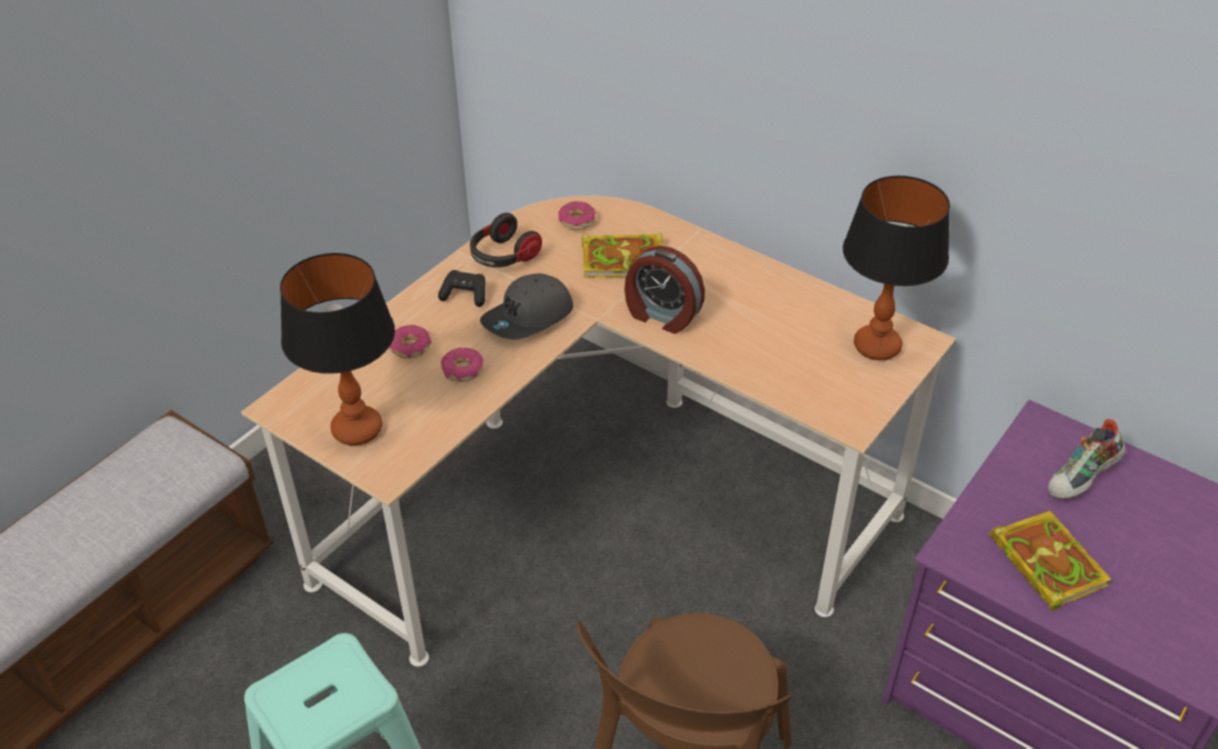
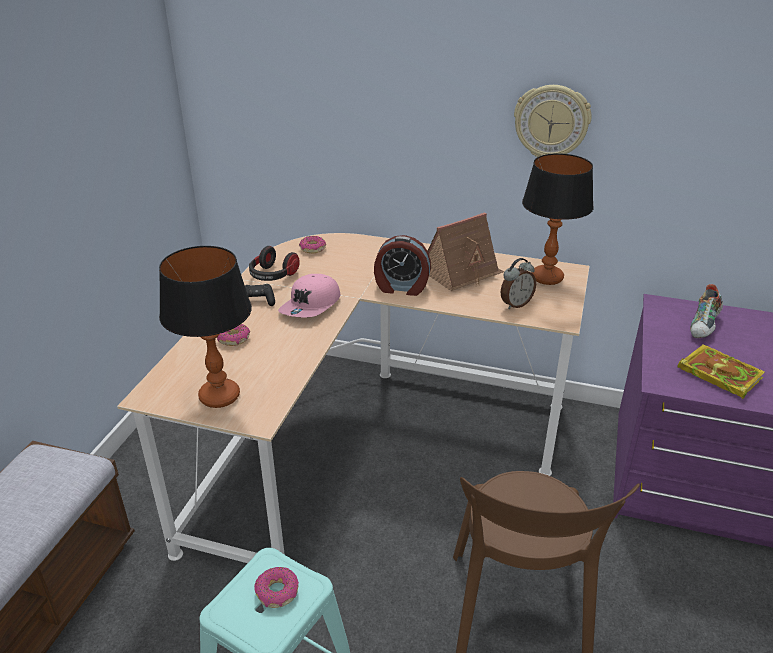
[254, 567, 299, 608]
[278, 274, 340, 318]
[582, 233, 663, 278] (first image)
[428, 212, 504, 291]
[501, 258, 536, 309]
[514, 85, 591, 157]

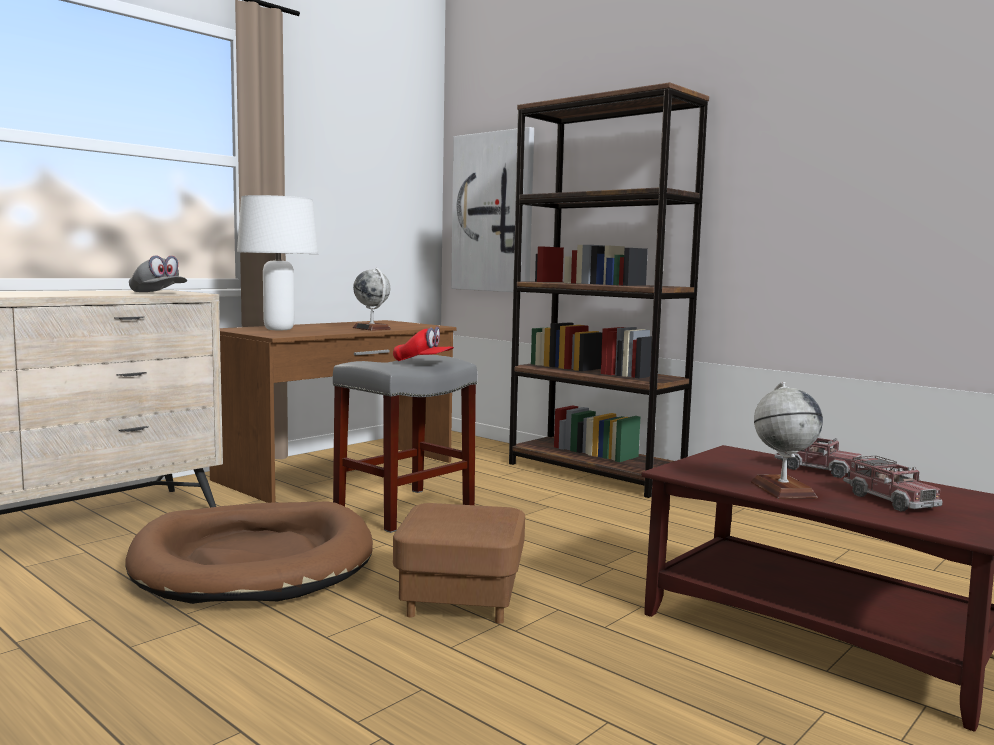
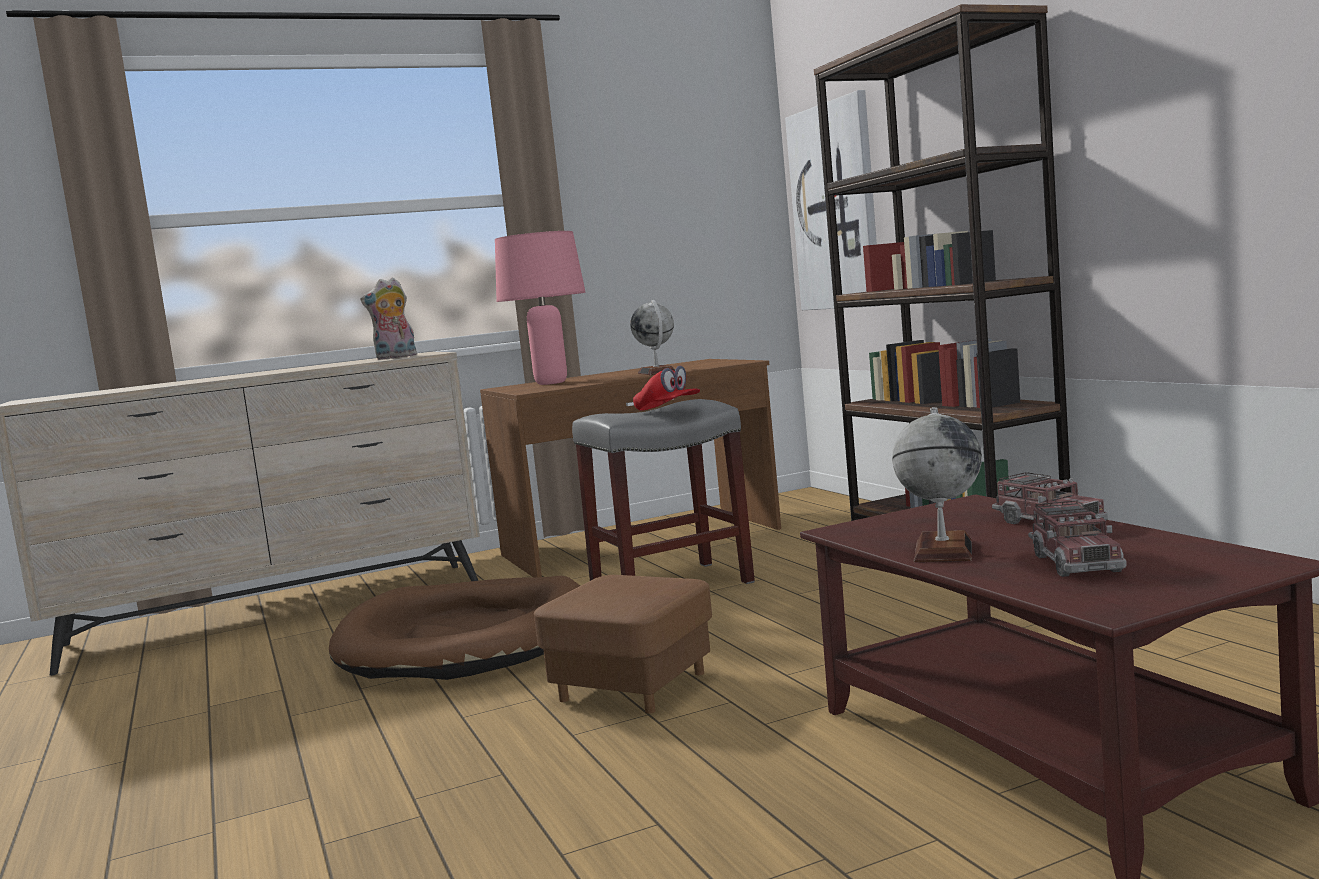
[360, 277, 417, 360]
[495, 231, 586, 385]

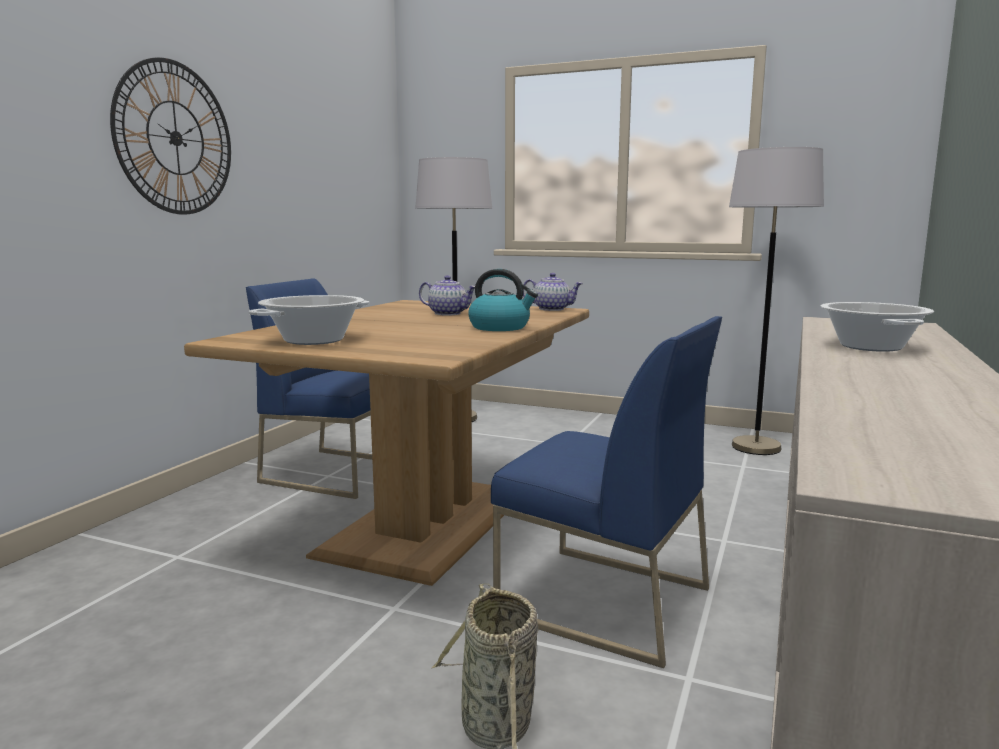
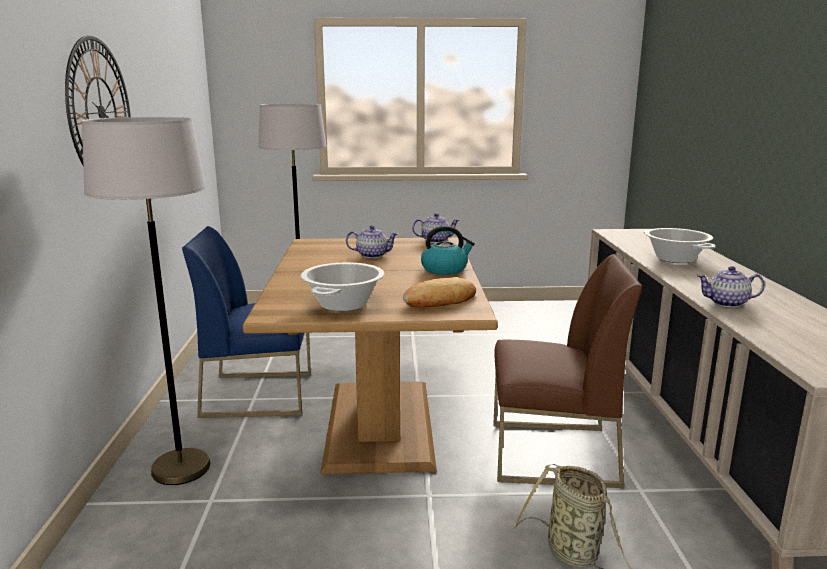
[493, 254, 642, 488]
[82, 117, 210, 485]
[403, 277, 476, 308]
[697, 266, 765, 308]

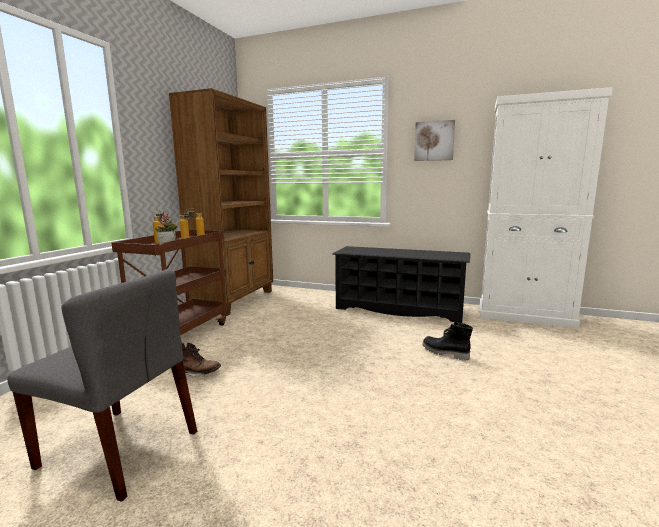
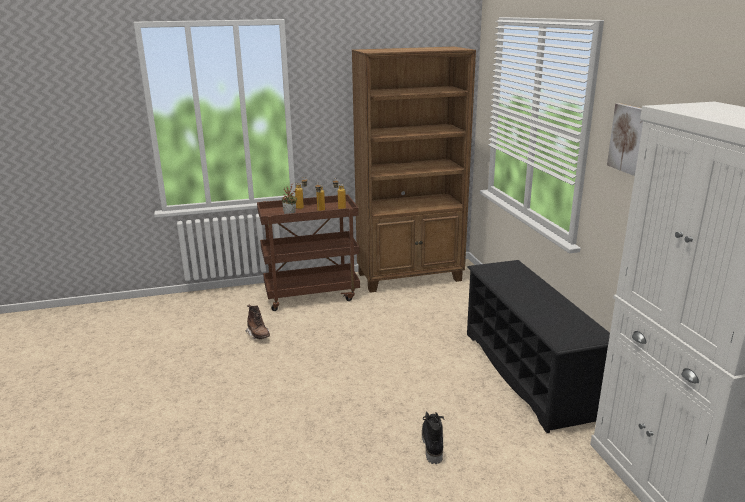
[7, 269, 197, 502] (first image)

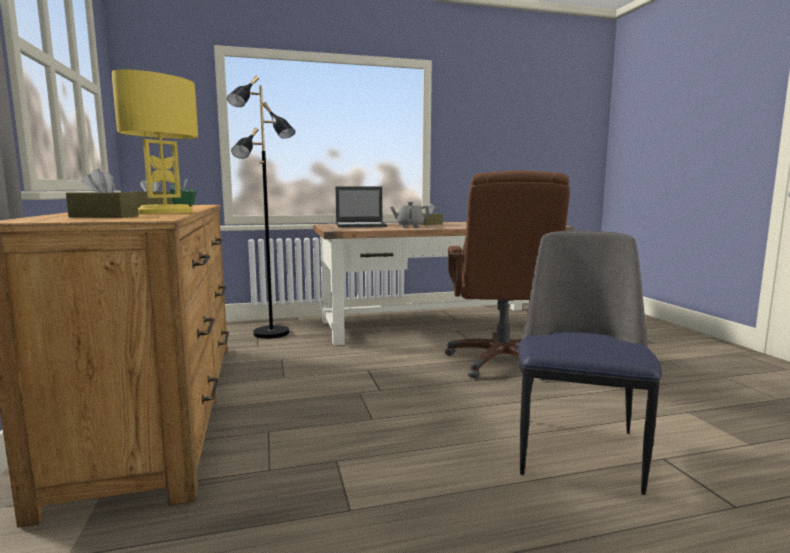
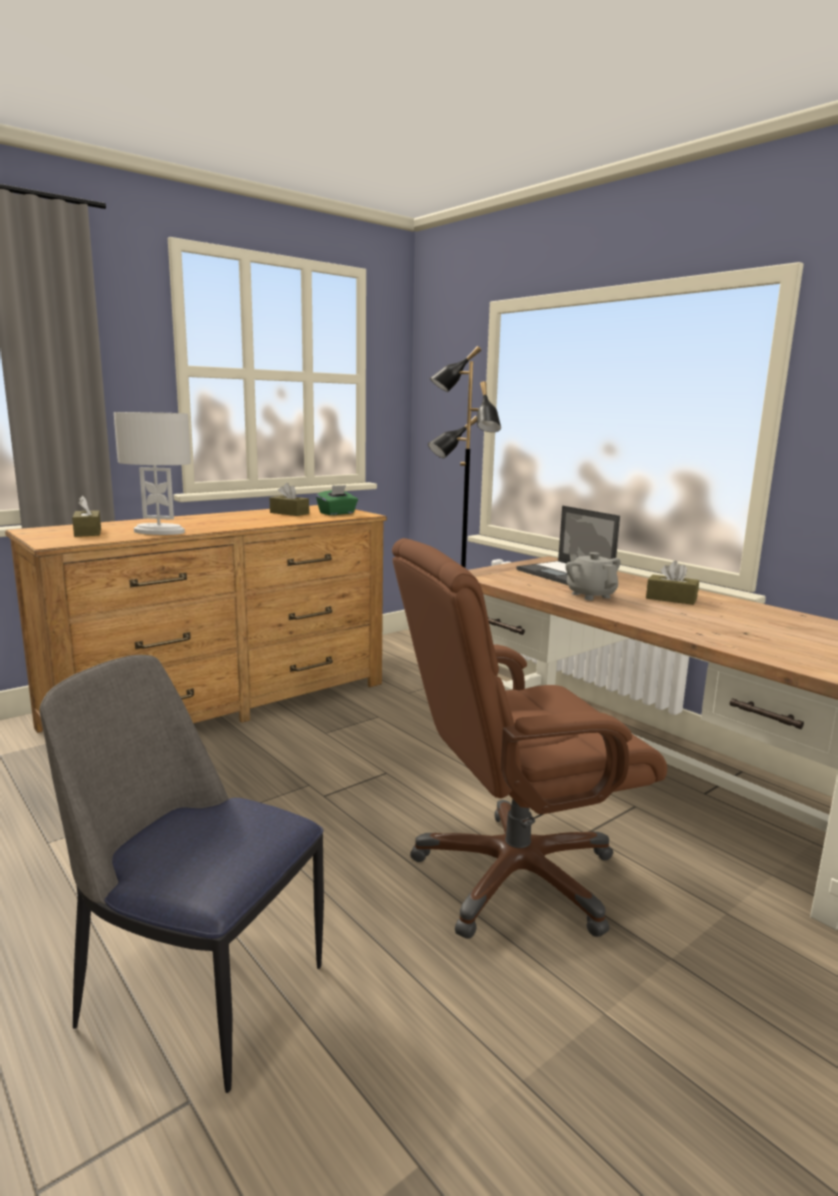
[114, 412, 191, 535]
[40, 655, 324, 1093]

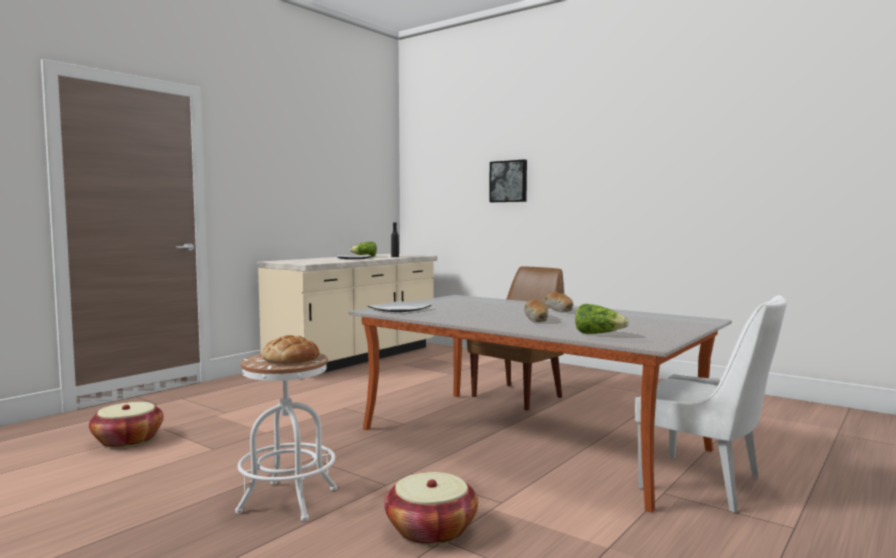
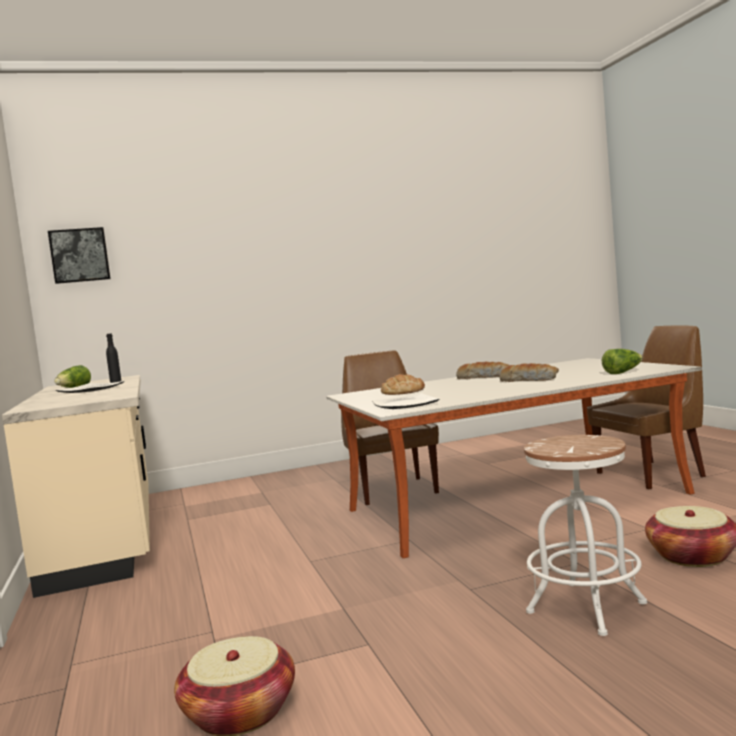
[381, 374, 425, 395]
[48, 227, 111, 284]
[587, 326, 706, 490]

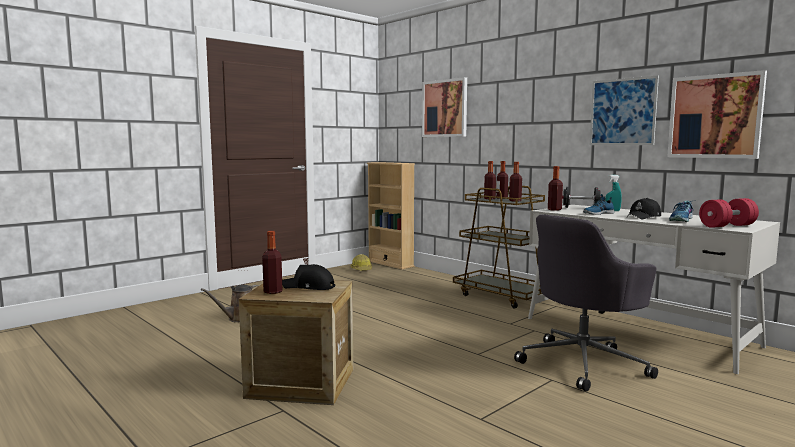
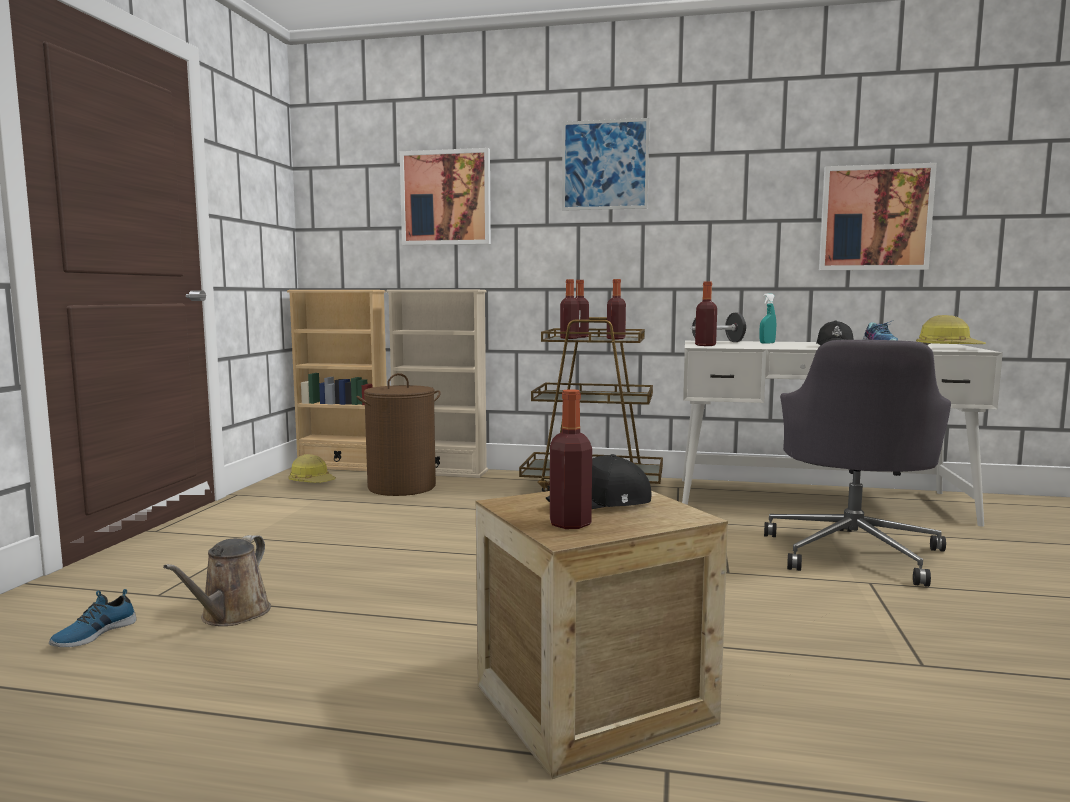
[49, 589, 136, 647]
[562, 118, 650, 211]
[916, 315, 986, 345]
[357, 373, 441, 496]
[386, 290, 488, 478]

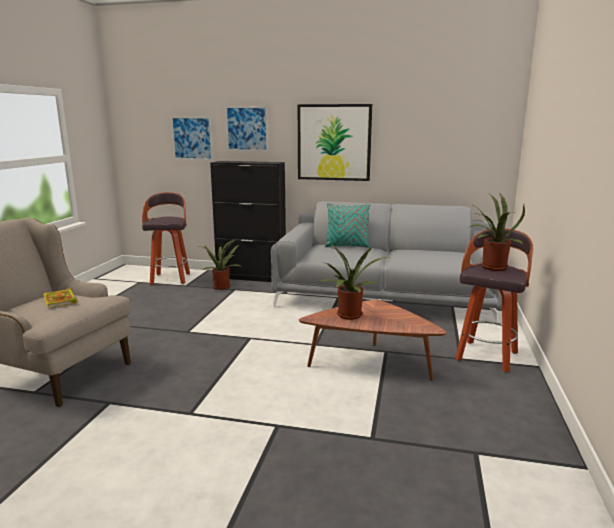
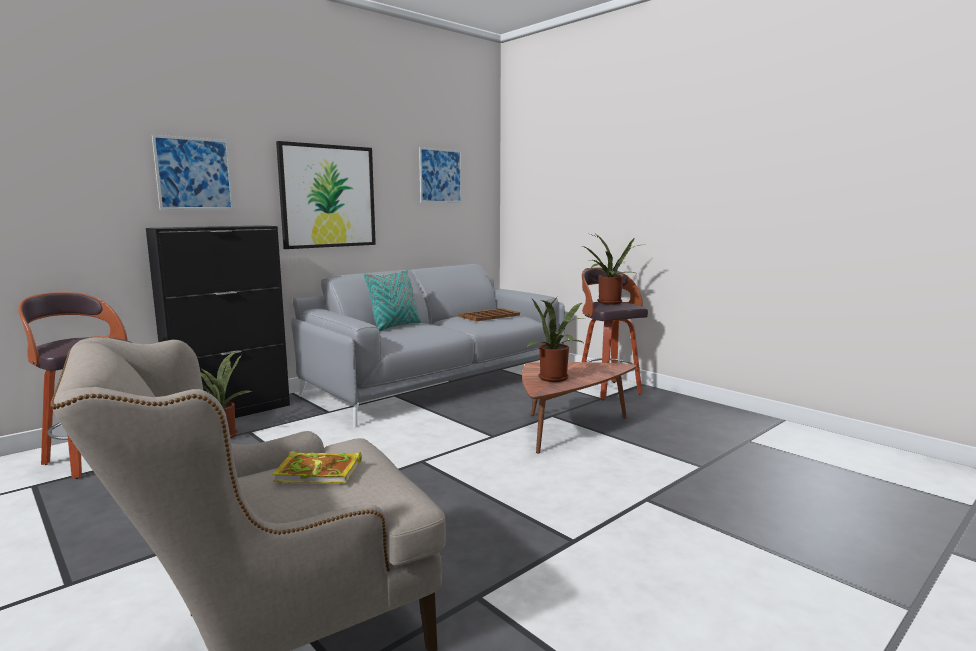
[419, 147, 462, 203]
[458, 308, 520, 321]

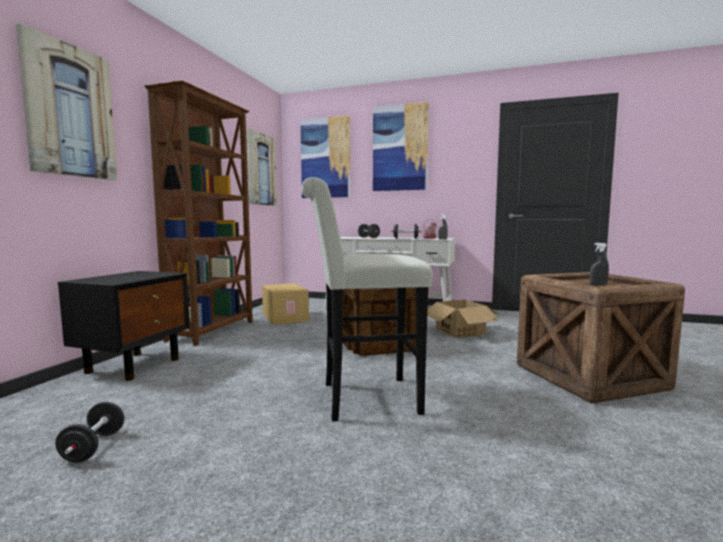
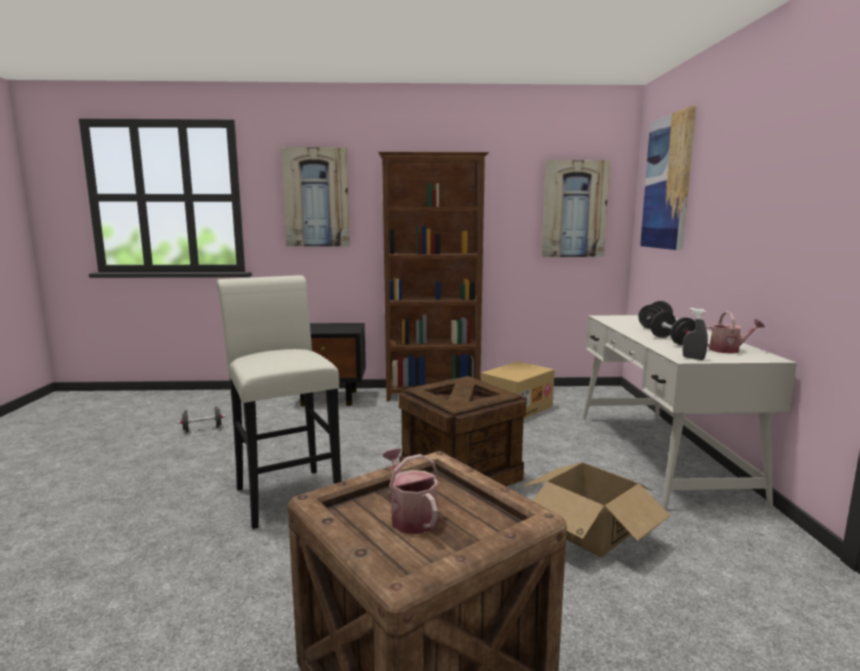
[373, 102, 429, 191] (first image)
[383, 449, 439, 534]

